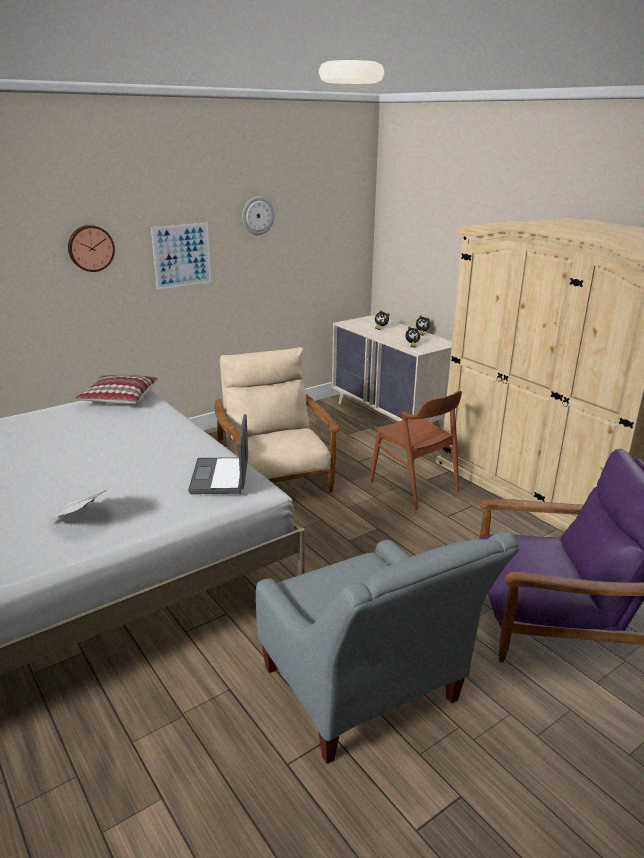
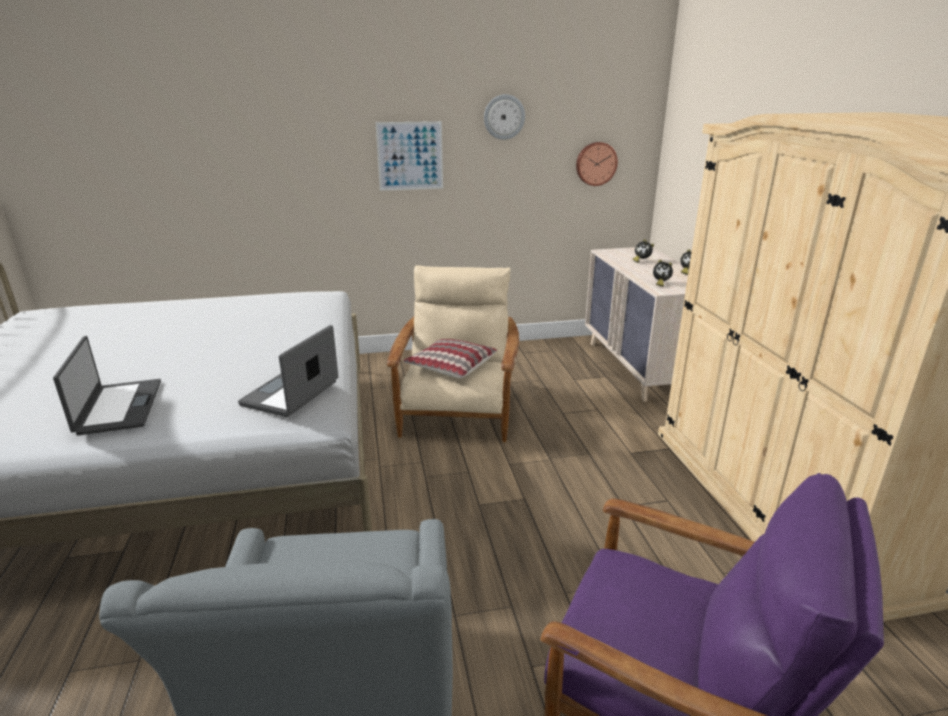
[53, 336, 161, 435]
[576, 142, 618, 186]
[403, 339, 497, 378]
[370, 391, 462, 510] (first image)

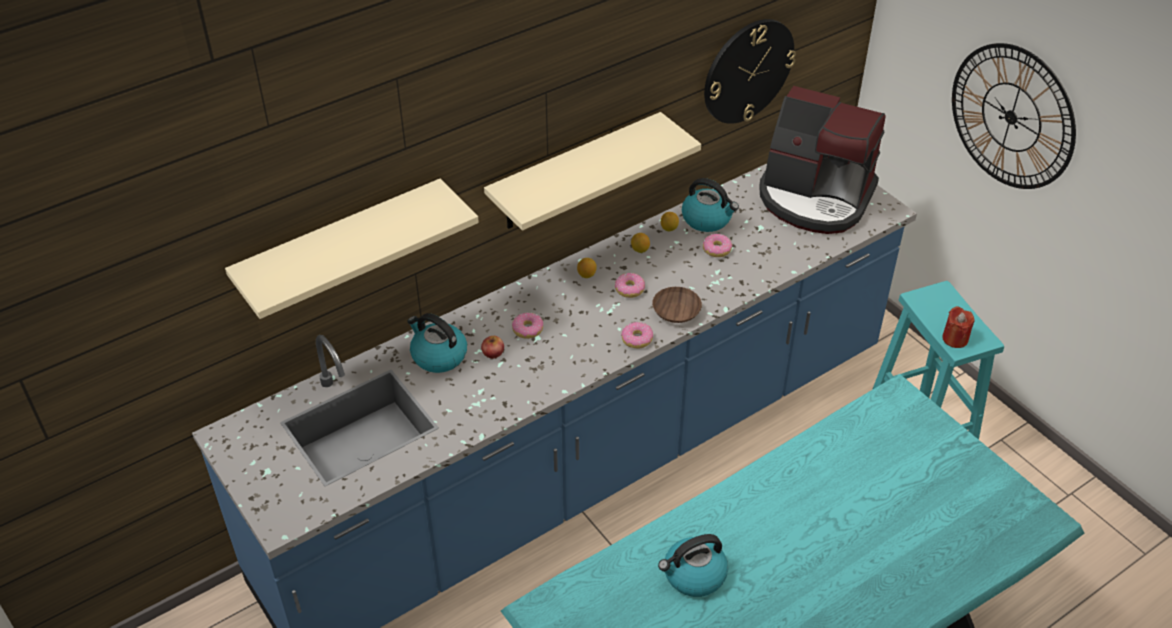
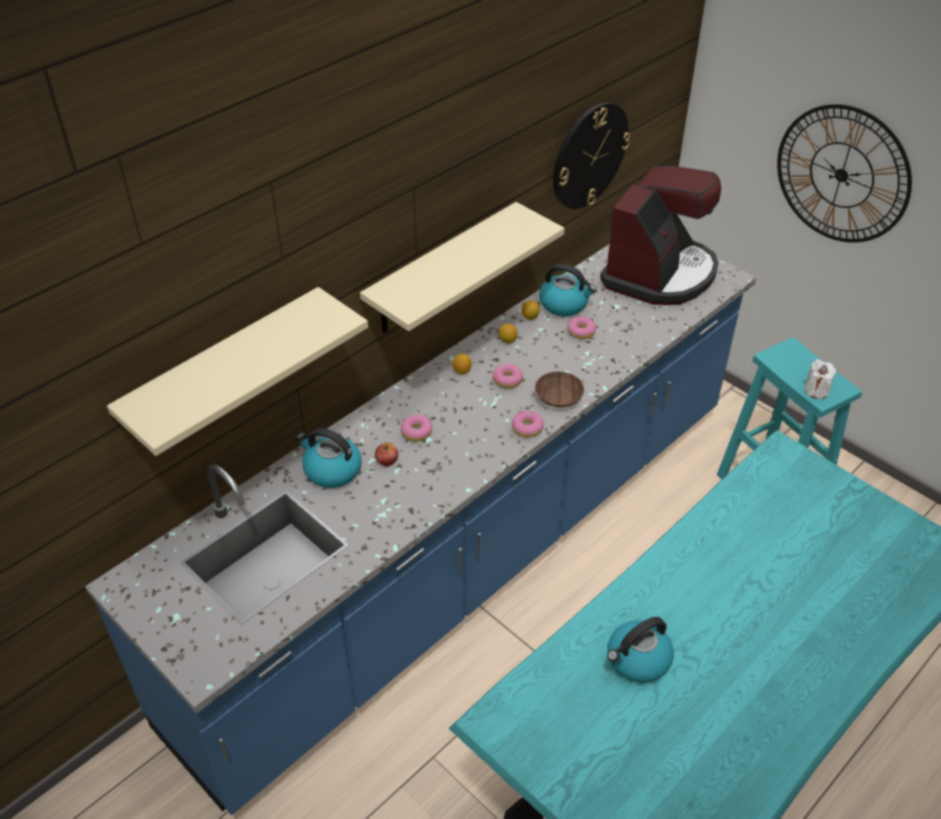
[600, 166, 721, 305]
[804, 359, 836, 399]

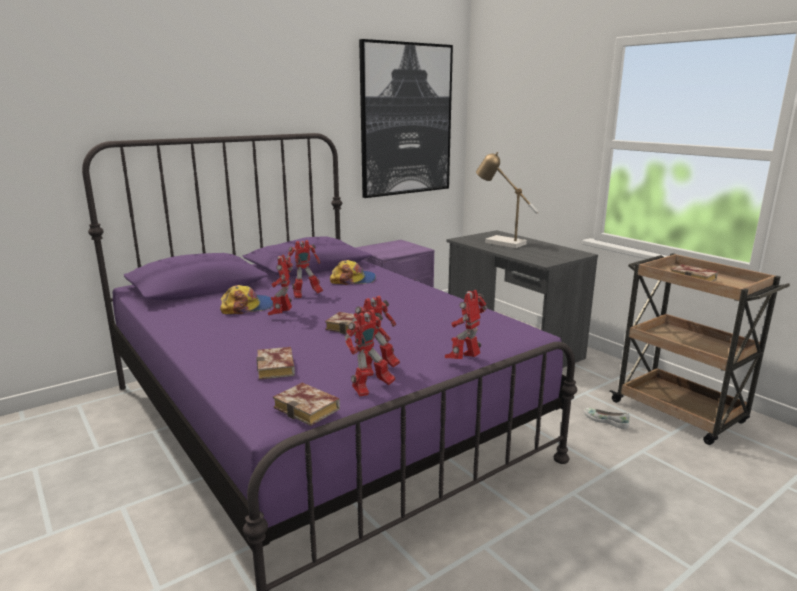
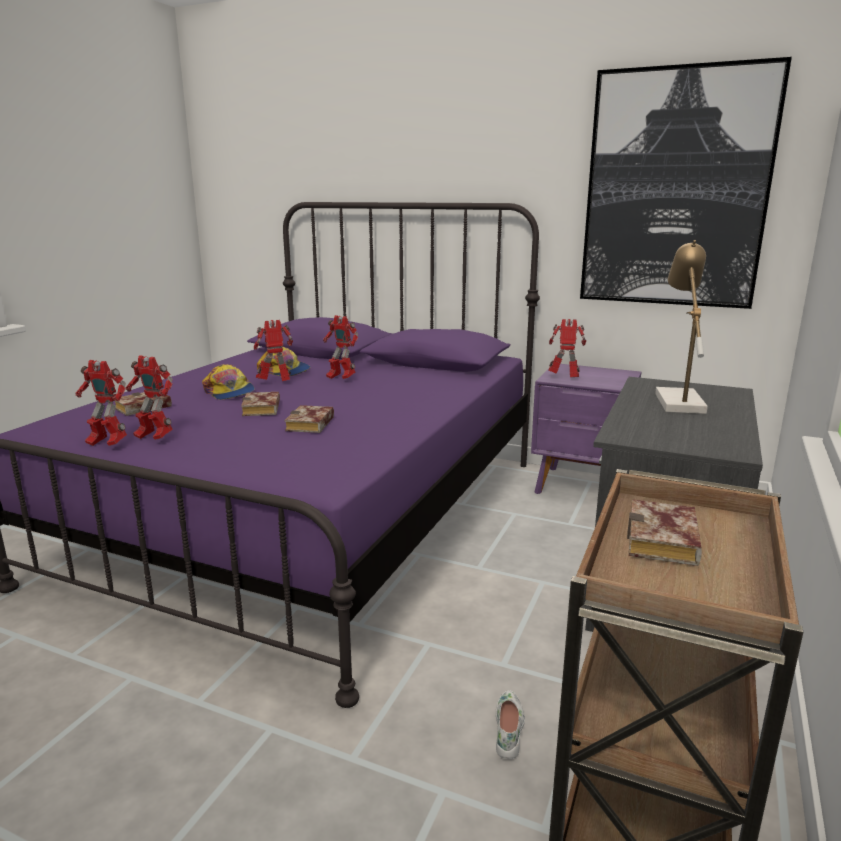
[284, 405, 334, 433]
[202, 364, 255, 400]
[549, 319, 586, 377]

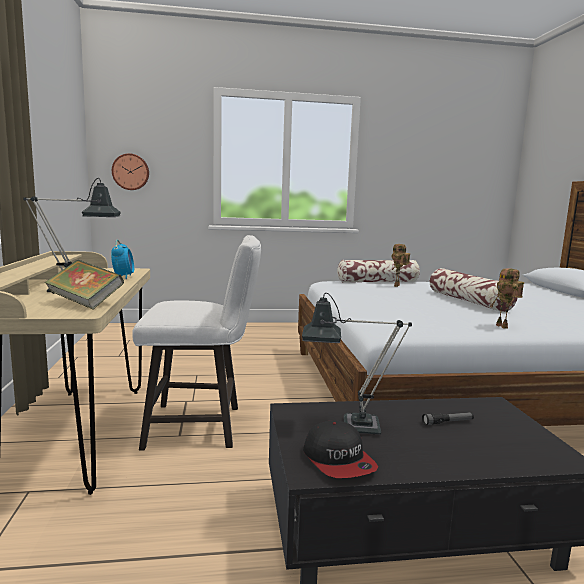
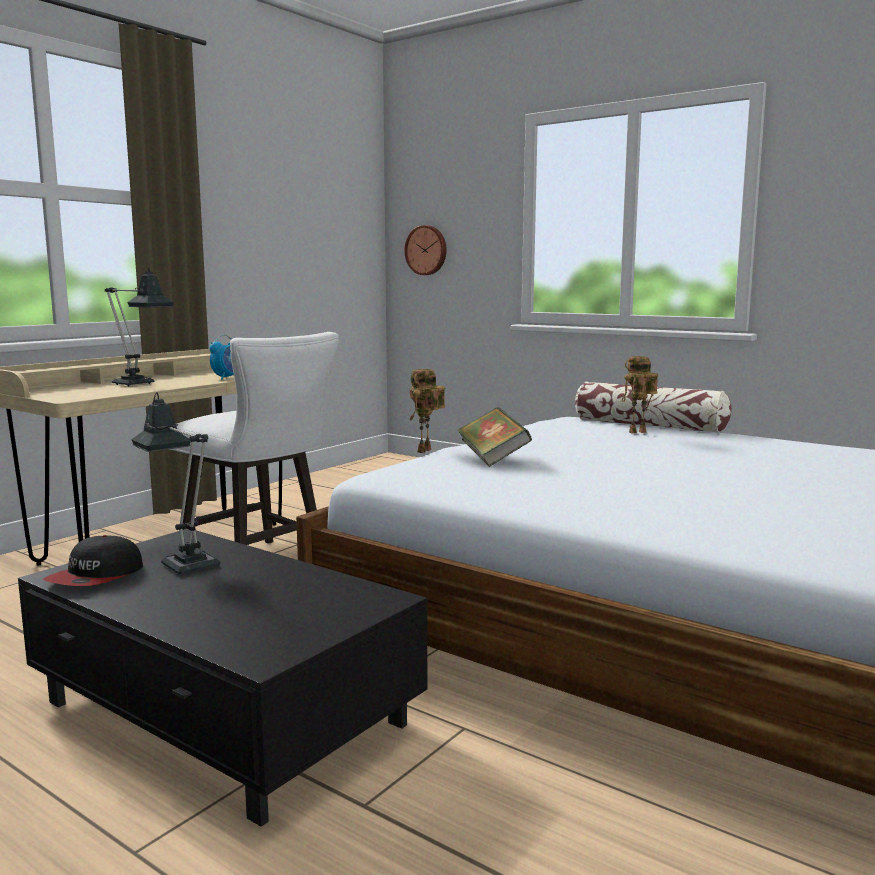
[457, 407, 532, 467]
[422, 412, 474, 425] (first image)
[430, 268, 517, 312] (first image)
[410, 369, 445, 453]

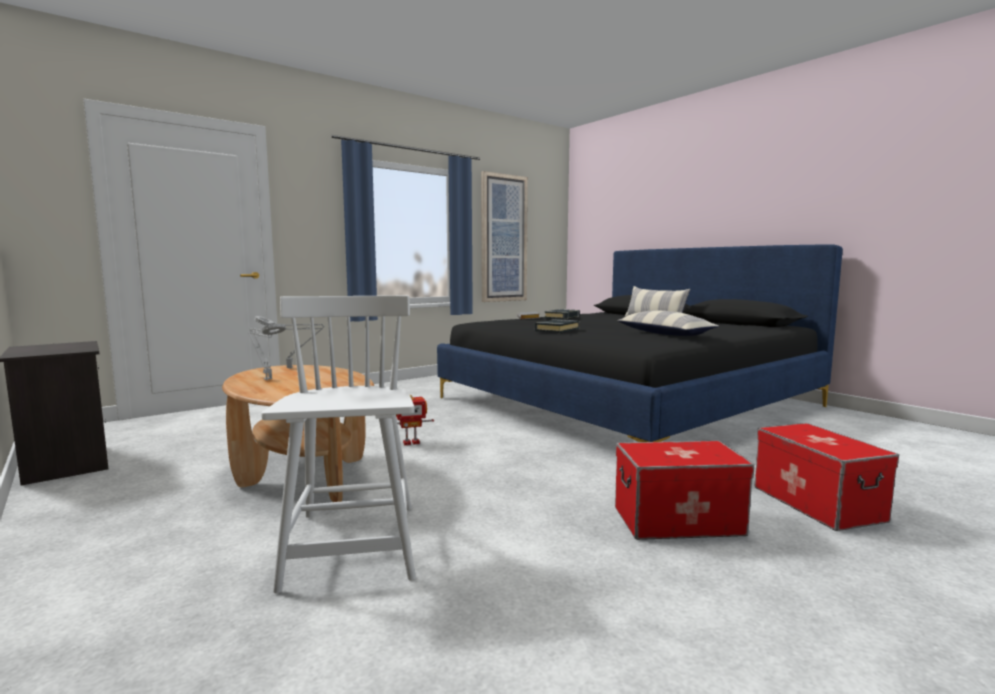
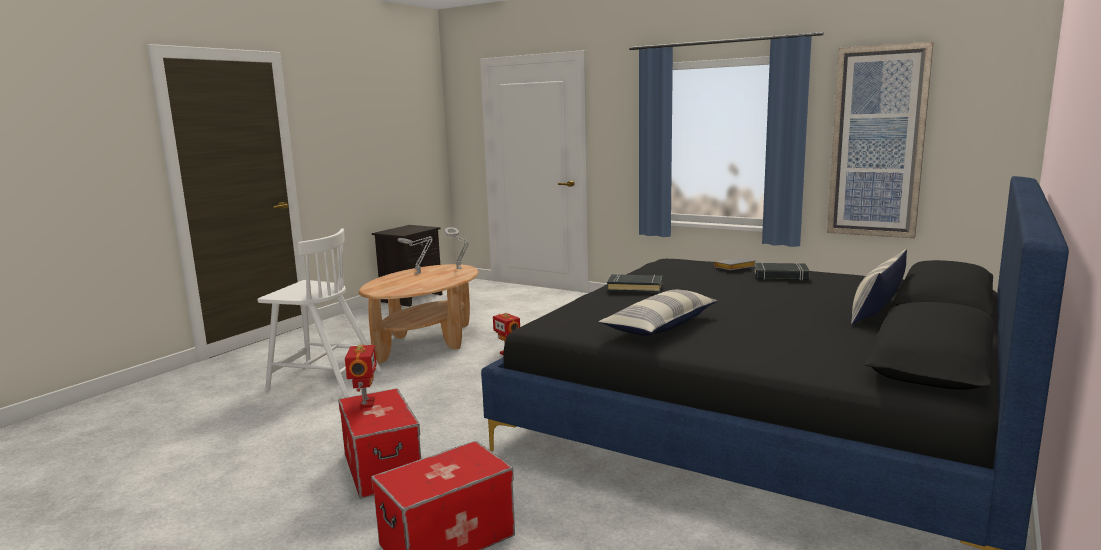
[257, 229, 382, 398]
[345, 345, 377, 408]

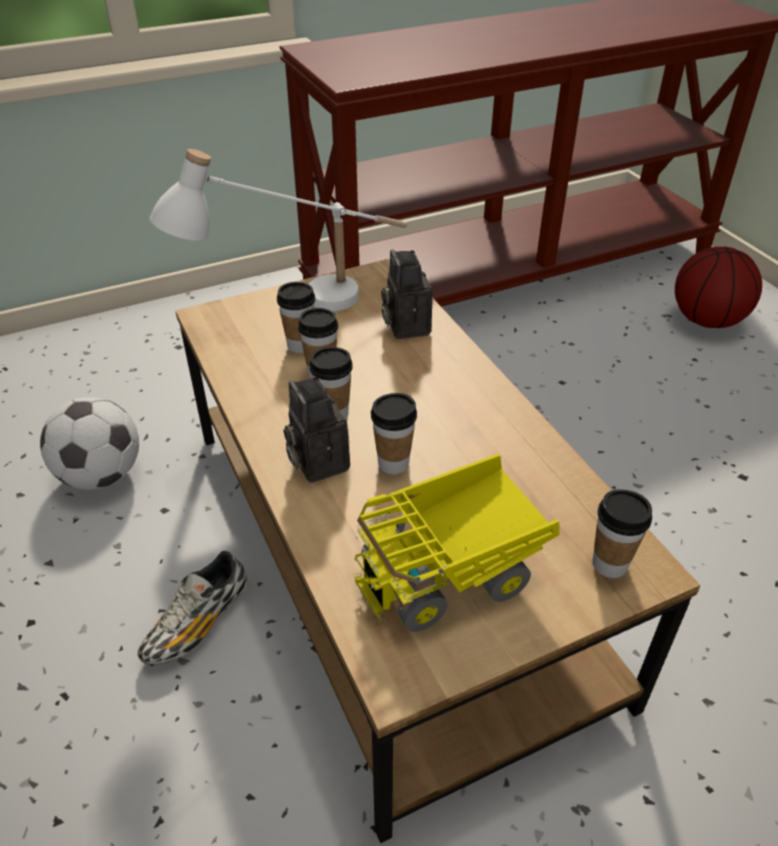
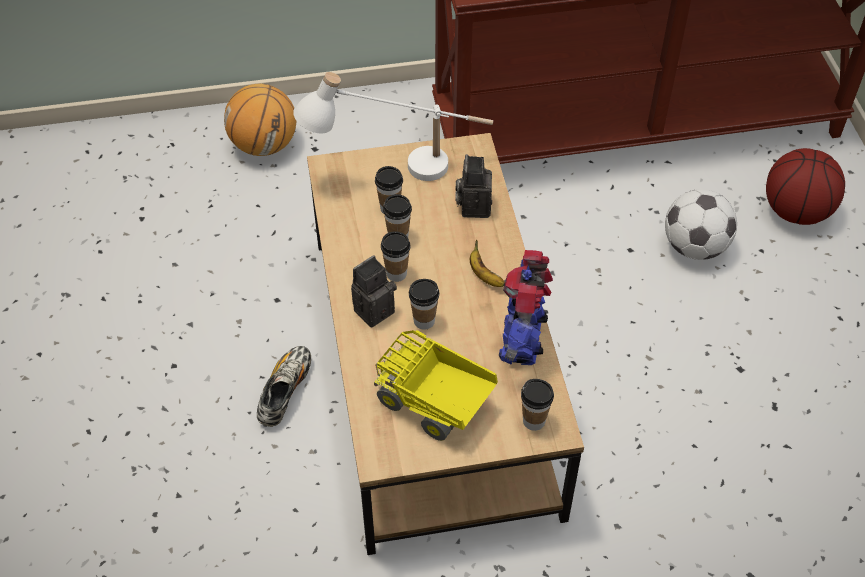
[665, 189, 737, 260]
[257, 346, 311, 427]
[351, 256, 397, 327]
[374, 330, 498, 441]
[224, 84, 296, 156]
[470, 240, 505, 287]
[499, 250, 553, 365]

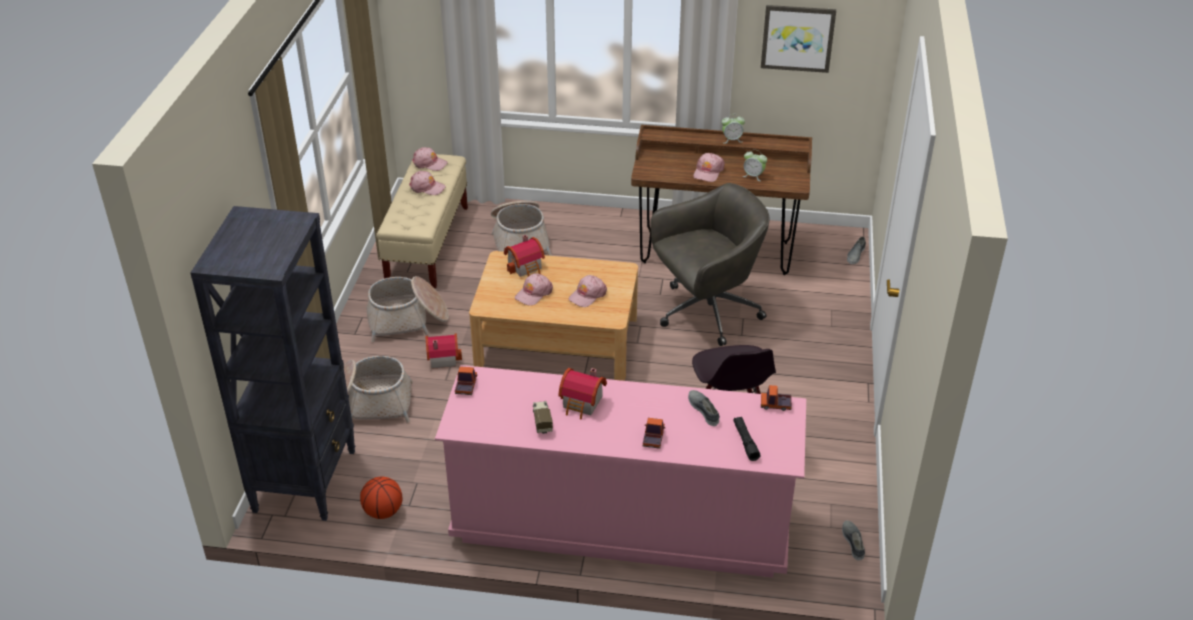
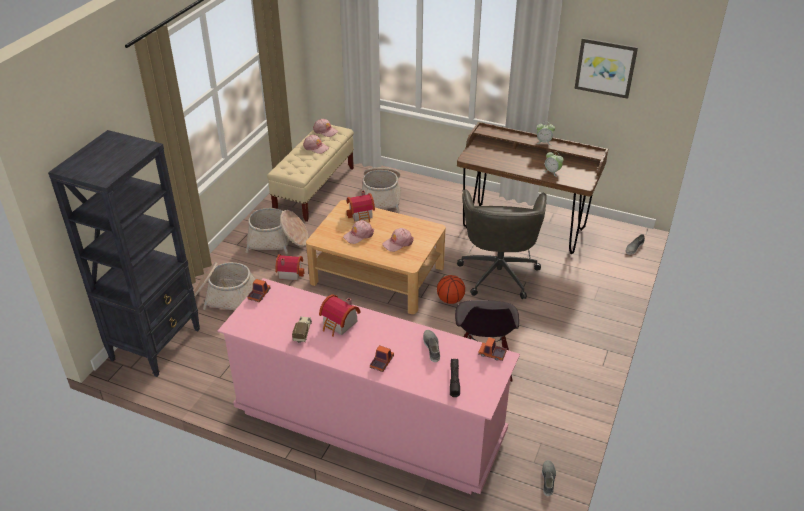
[437, 275, 465, 304]
[457, 189, 547, 299]
[693, 153, 725, 182] (first image)

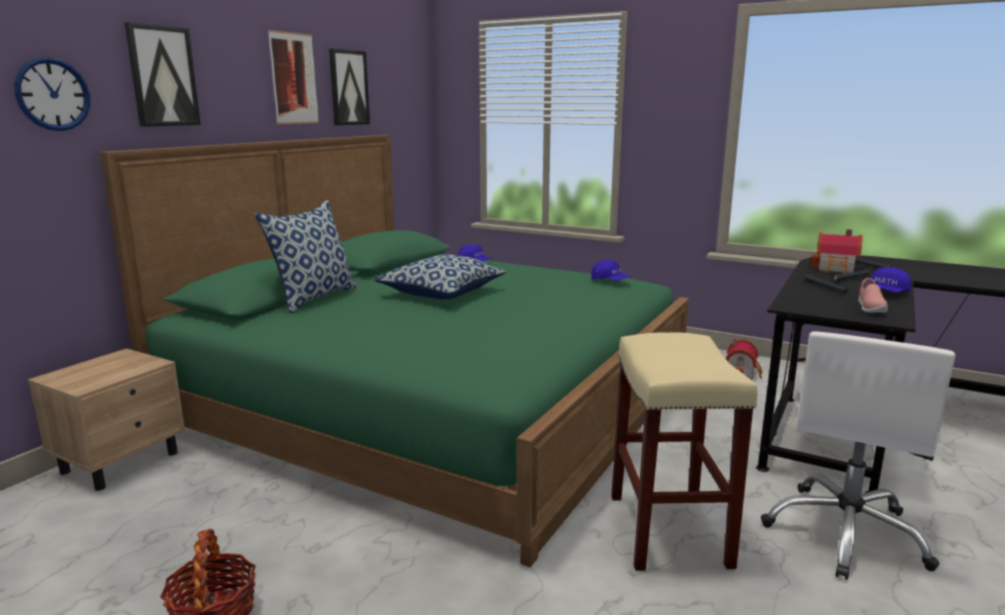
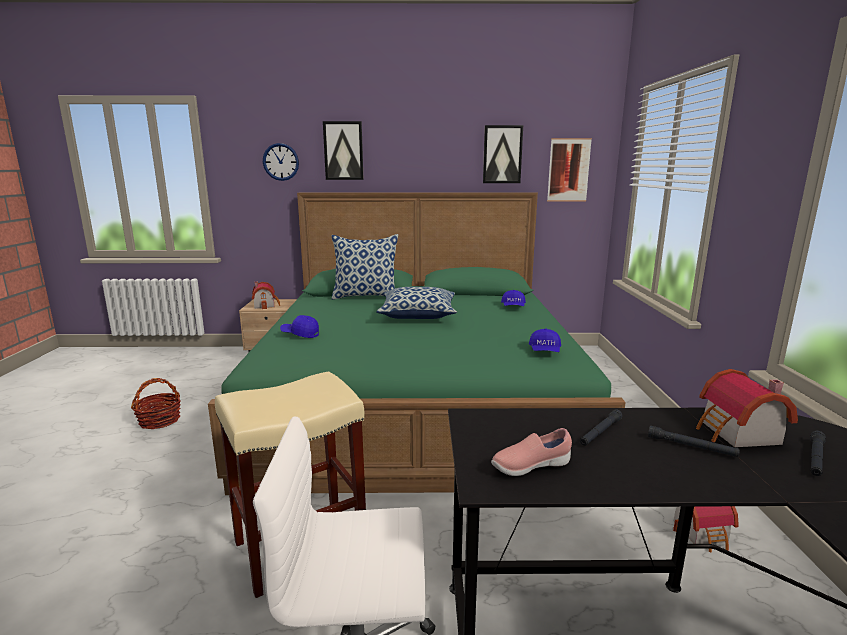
[547, 138, 592, 201]
[280, 315, 319, 338]
[252, 282, 280, 309]

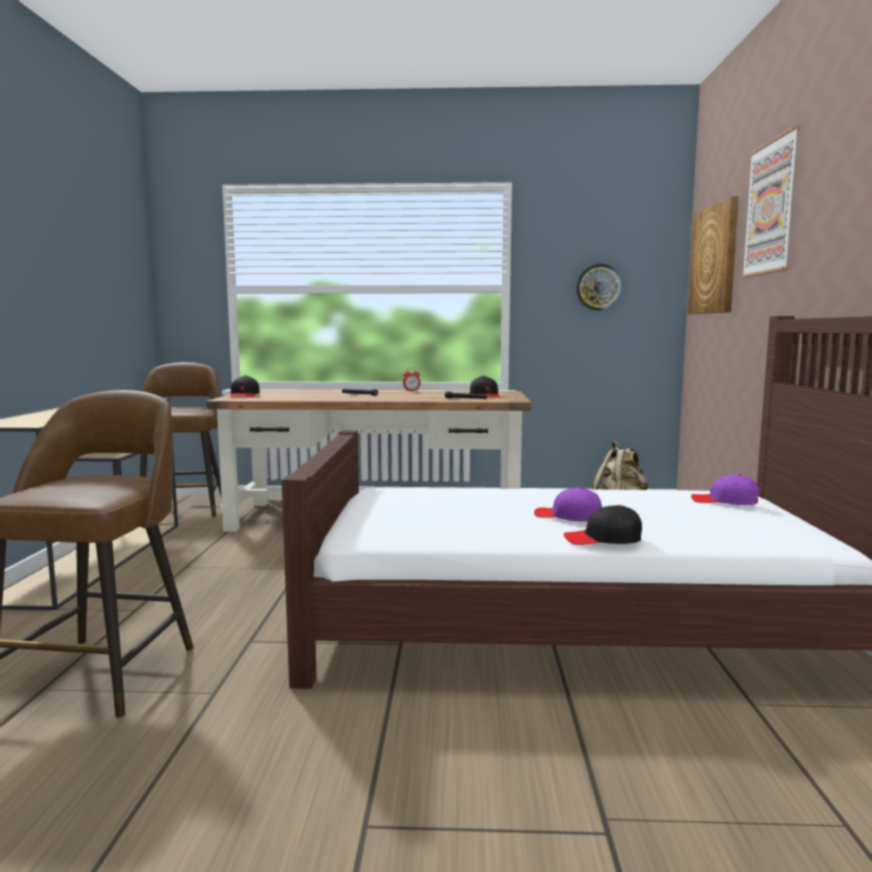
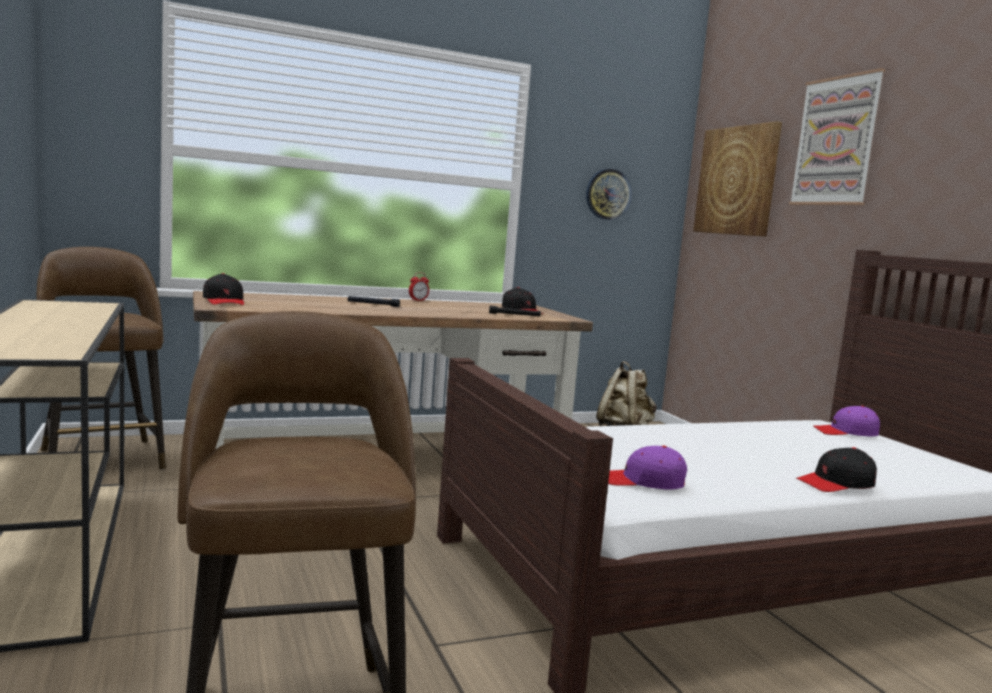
[608, 446, 687, 490]

